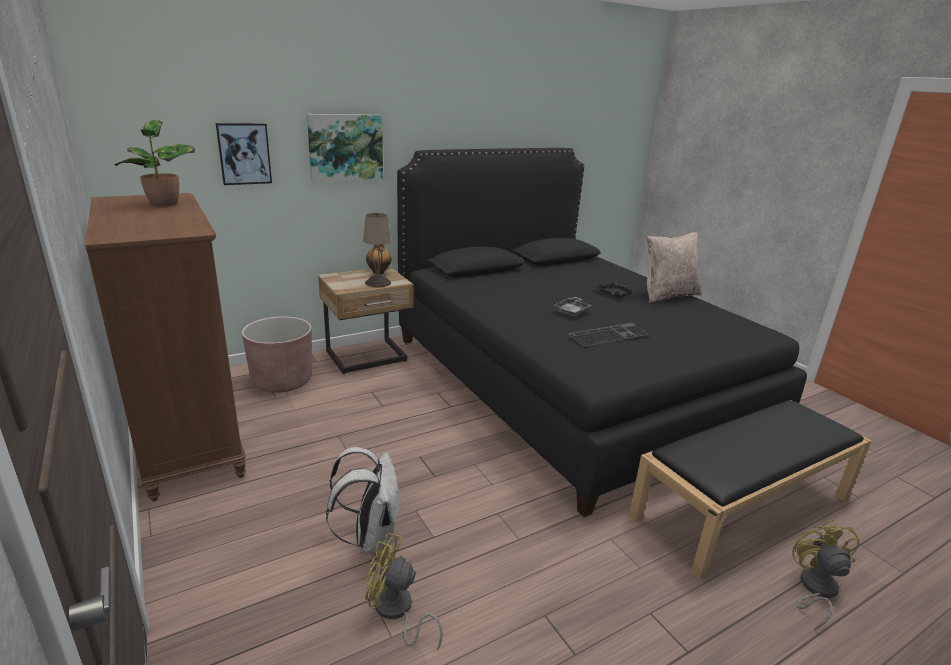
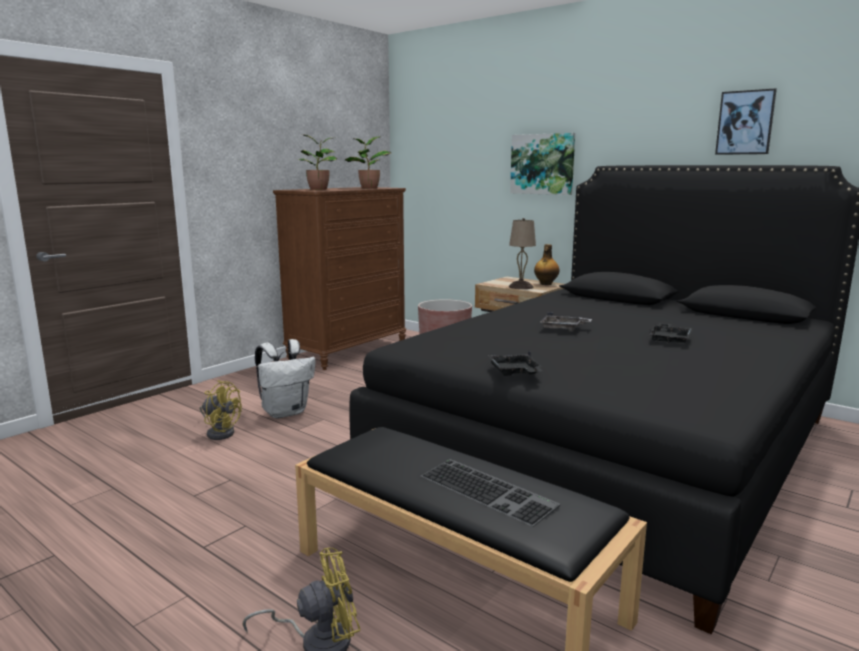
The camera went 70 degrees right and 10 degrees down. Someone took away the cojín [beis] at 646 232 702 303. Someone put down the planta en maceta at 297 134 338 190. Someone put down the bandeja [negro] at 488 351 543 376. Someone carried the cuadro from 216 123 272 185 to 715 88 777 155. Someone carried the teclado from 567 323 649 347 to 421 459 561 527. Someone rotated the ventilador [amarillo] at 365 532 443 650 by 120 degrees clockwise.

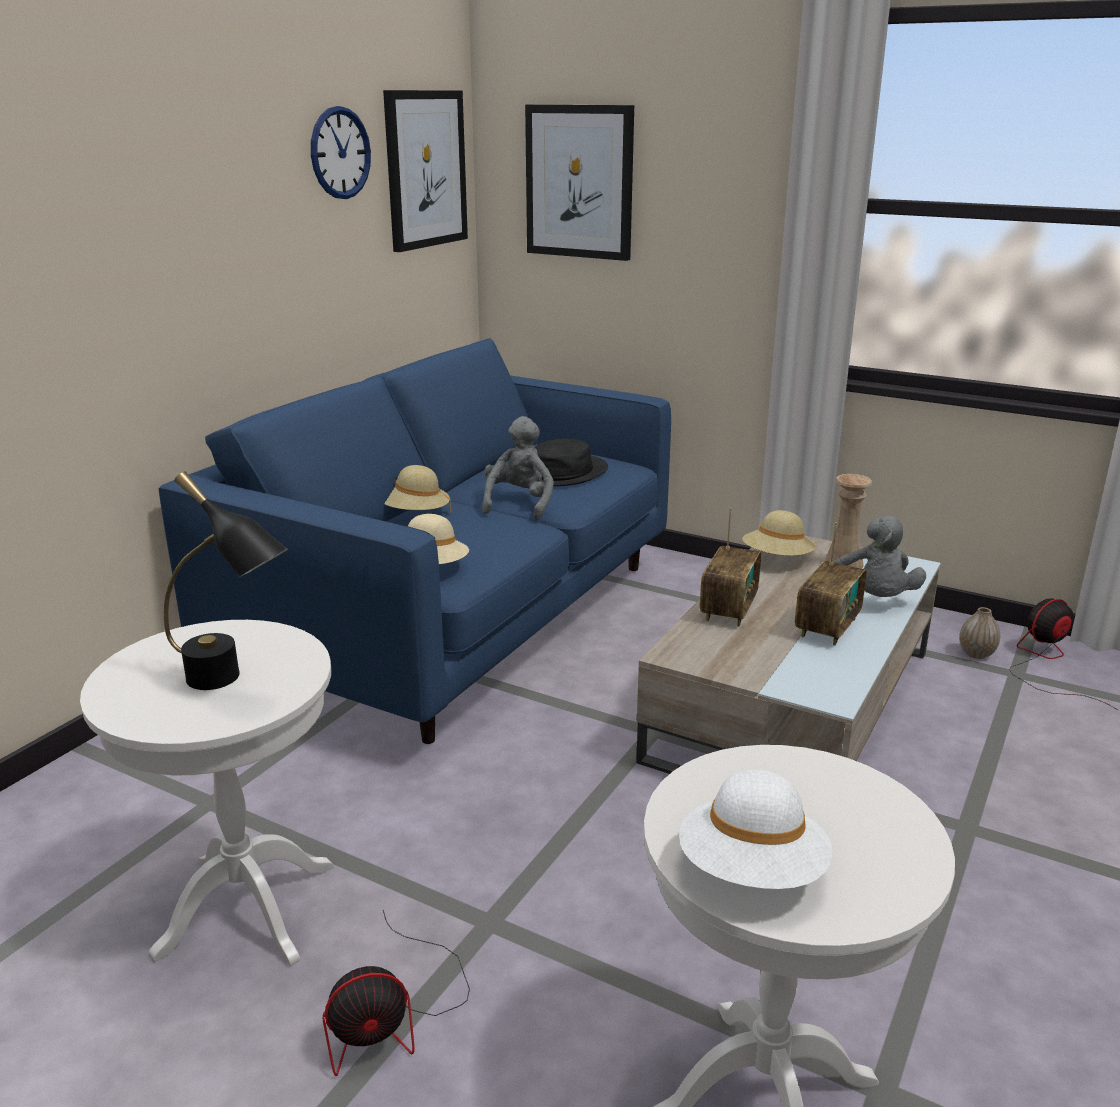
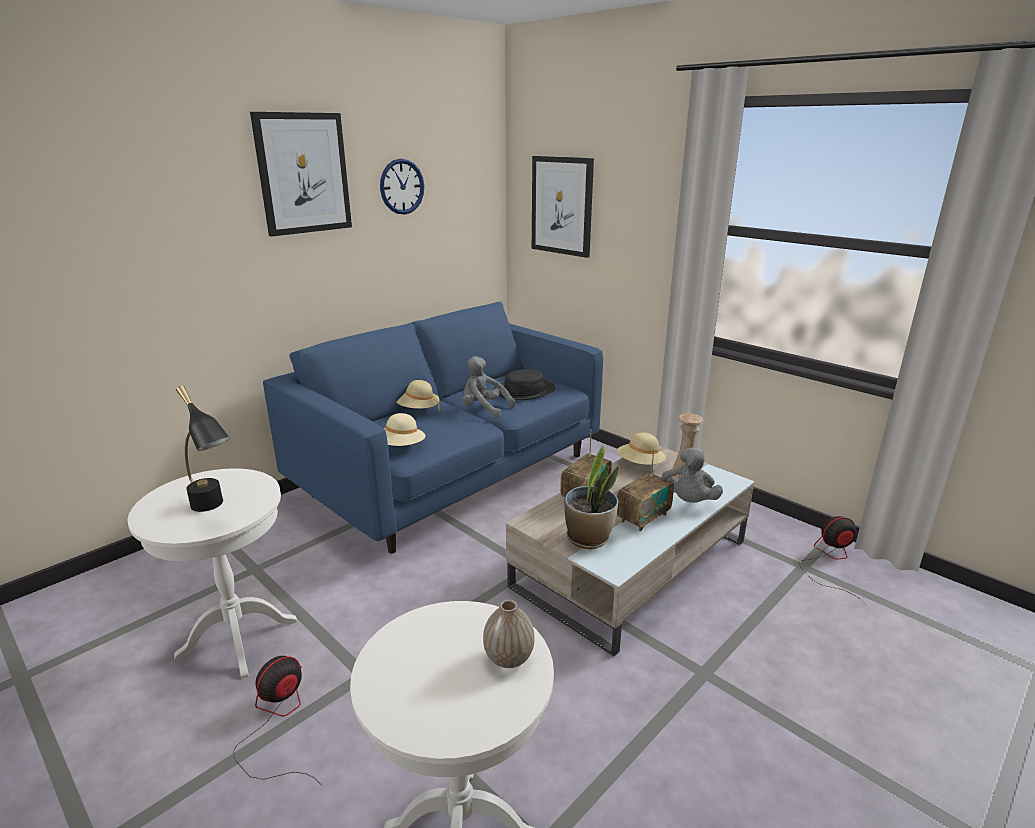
The camera went 15 degrees right and 0 degrees up. Someone took away the sombrero [blanco] at 679 770 832 889. Someone put down the planta en maceta at 565 443 619 549. Someone carried the cuadro from 383 90 468 252 to 250 112 352 237. Someone carried the florero from 959 607 1000 659 to 483 599 535 668. Someone rotated the ventilador at 323 910 470 1076 by 135 degrees clockwise. Someone rotated the peluche [gris] at 482 416 554 520 by 90 degrees counterclockwise.

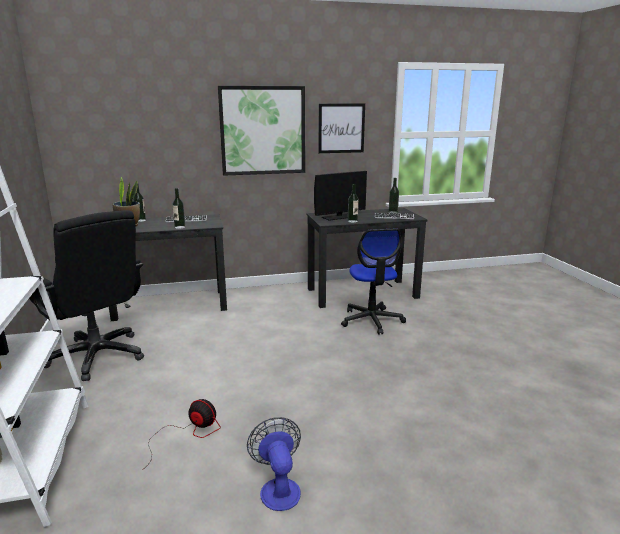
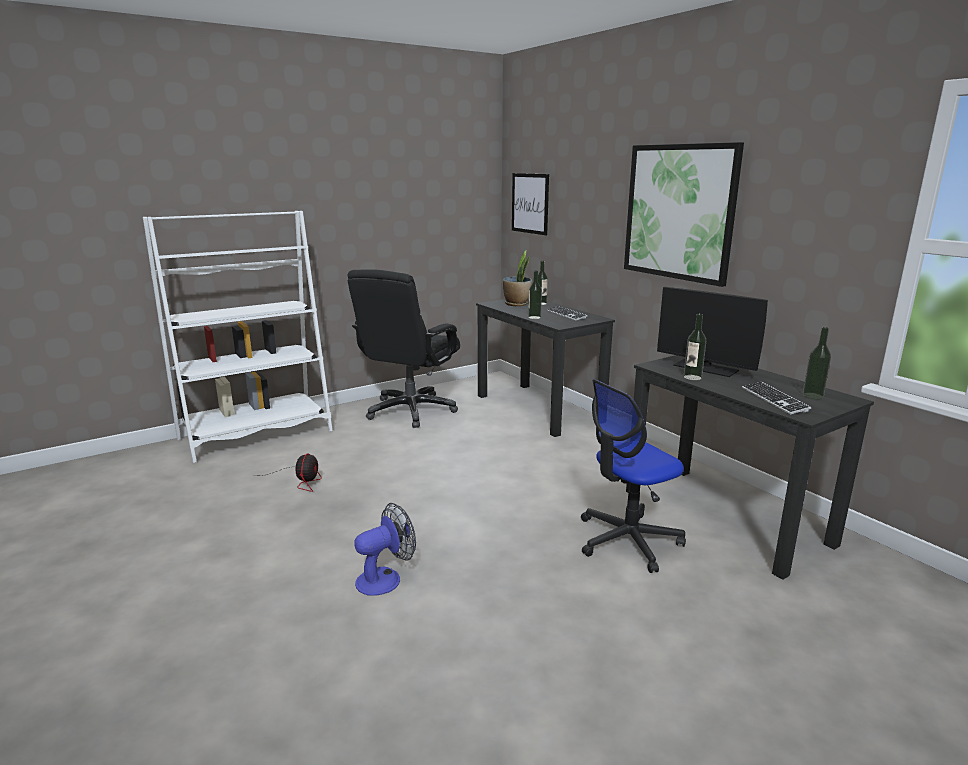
The camera went 70 degrees right and 0 degrees up. Someone carried the ventilador from 247 417 301 511 to 355 503 416 596. Someone carried the cuadro from 318 104 365 153 to 512 173 549 235.

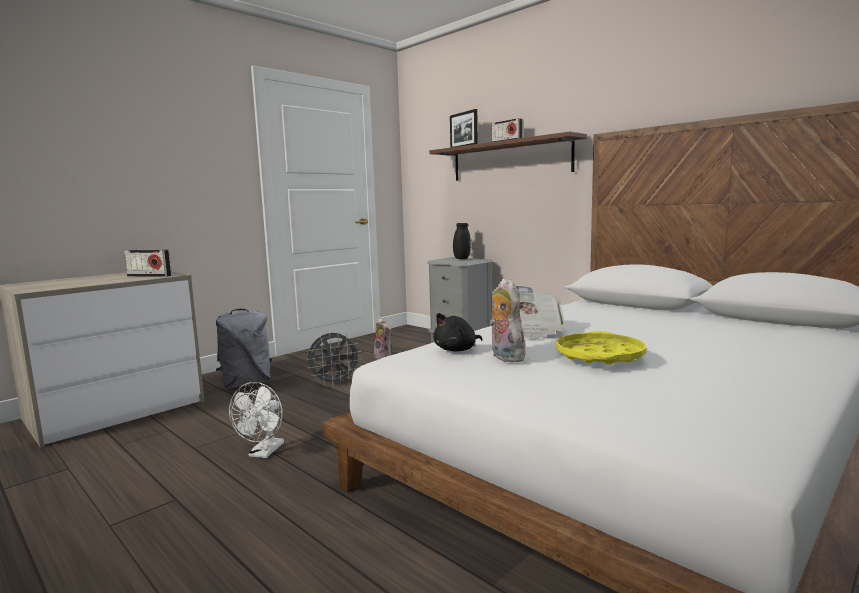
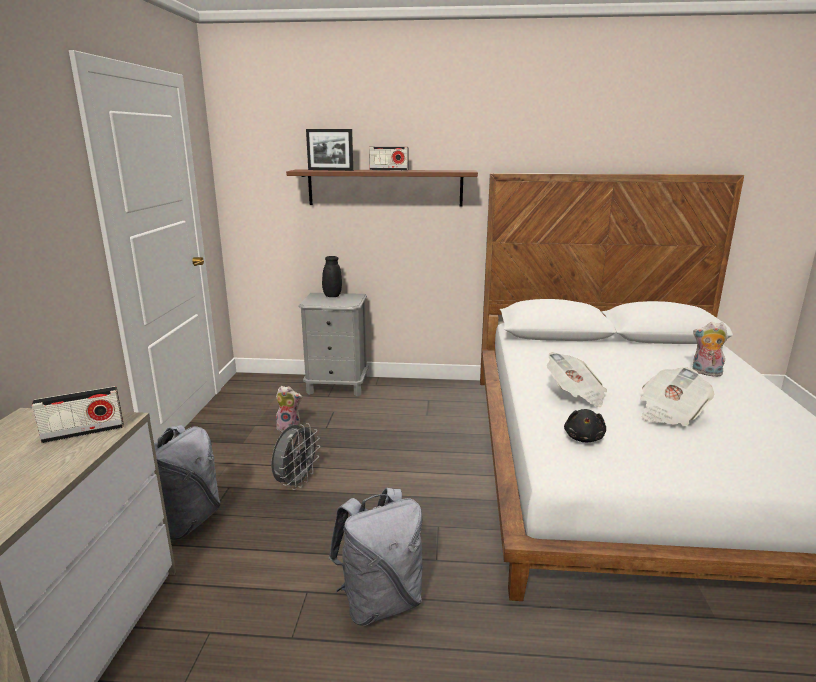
The camera went 40 degrees left and 10 degrees up. Someone carried the peluche from 489 279 525 362 to 692 322 728 377. Someone swapped the ventilador [blanco] at 229 382 284 458 for the mochila [gris] at 329 488 423 626. Someone swapped the bandeja [amarillo] at 556 331 647 365 for the periódico at 640 367 714 426.

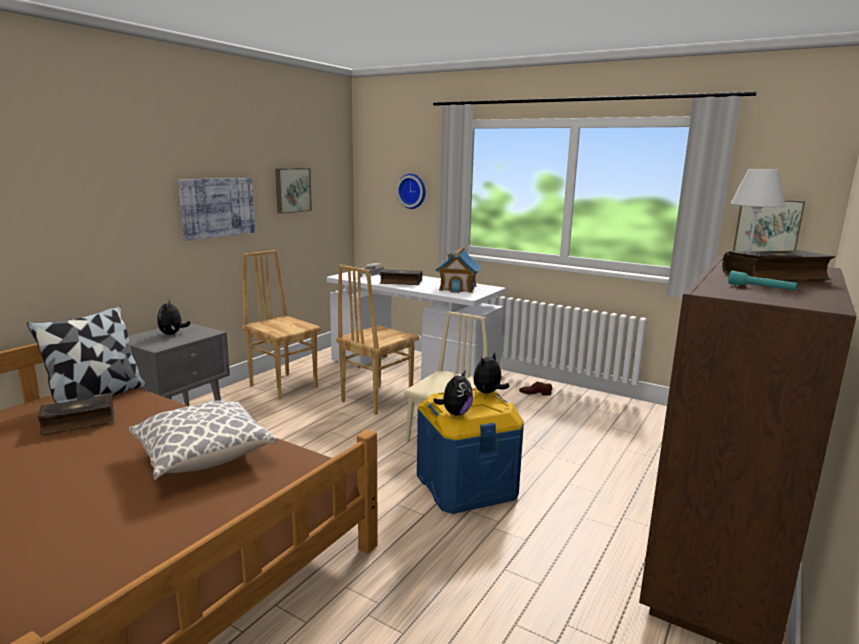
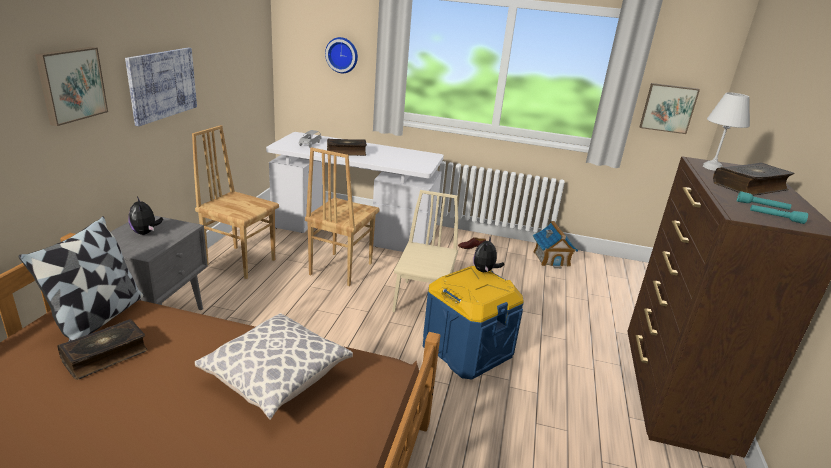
The camera went 20 degrees left and 10 degrees up. Someone took away the peluche at 433 370 473 416. Someone put down the linterna [turquesa] at 750 205 808 224. Someone carried the cuadro from 275 168 312 214 to 35 47 108 126. Someone carried the casita from 436 247 481 293 to 533 221 578 268.

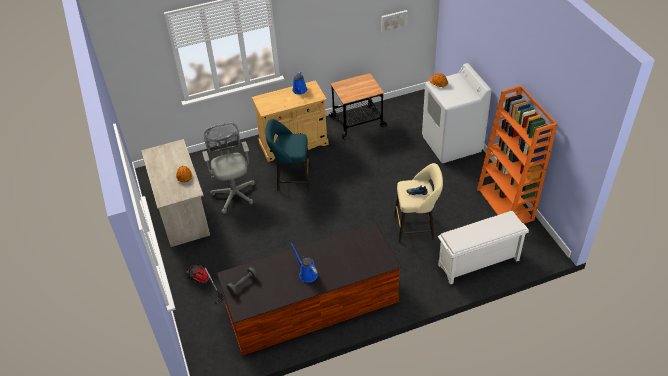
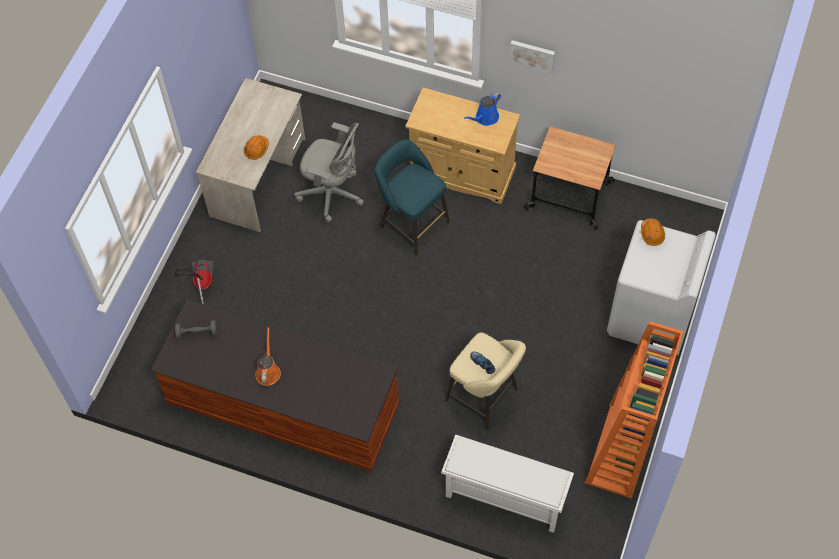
The camera went 40 degrees right and 15 degrees up. Someone carried the cuadro from 381 10 408 33 to 509 40 555 74. Someone repainted the regadera [azul] at 291 243 318 283, which became the regadera [naranja] at 255 327 281 386. Someone rotated the silla de oficina [gris] at 202 123 255 214 by 90 degrees clockwise.

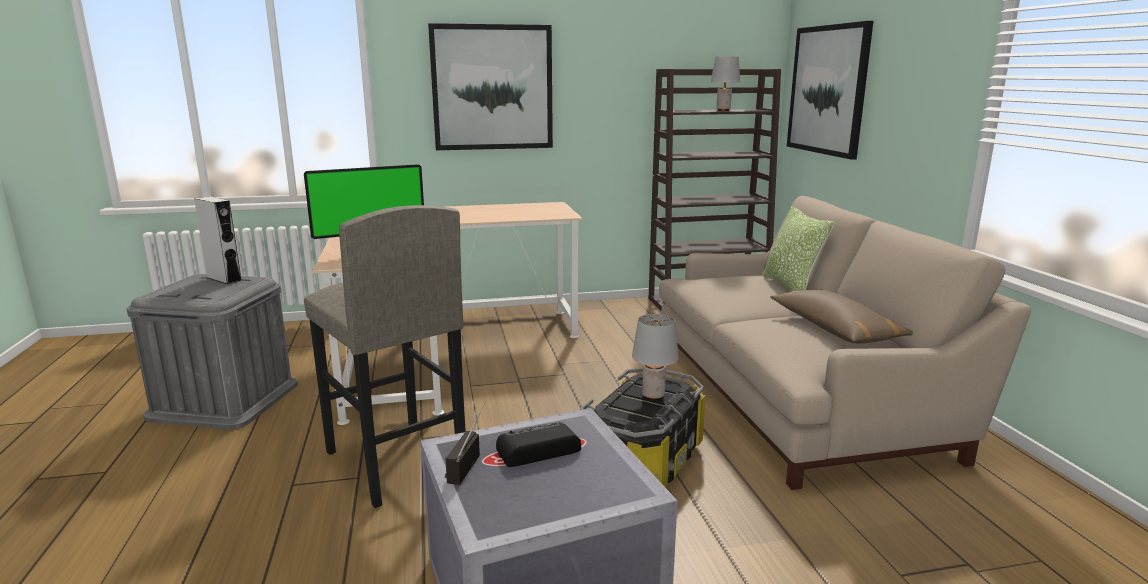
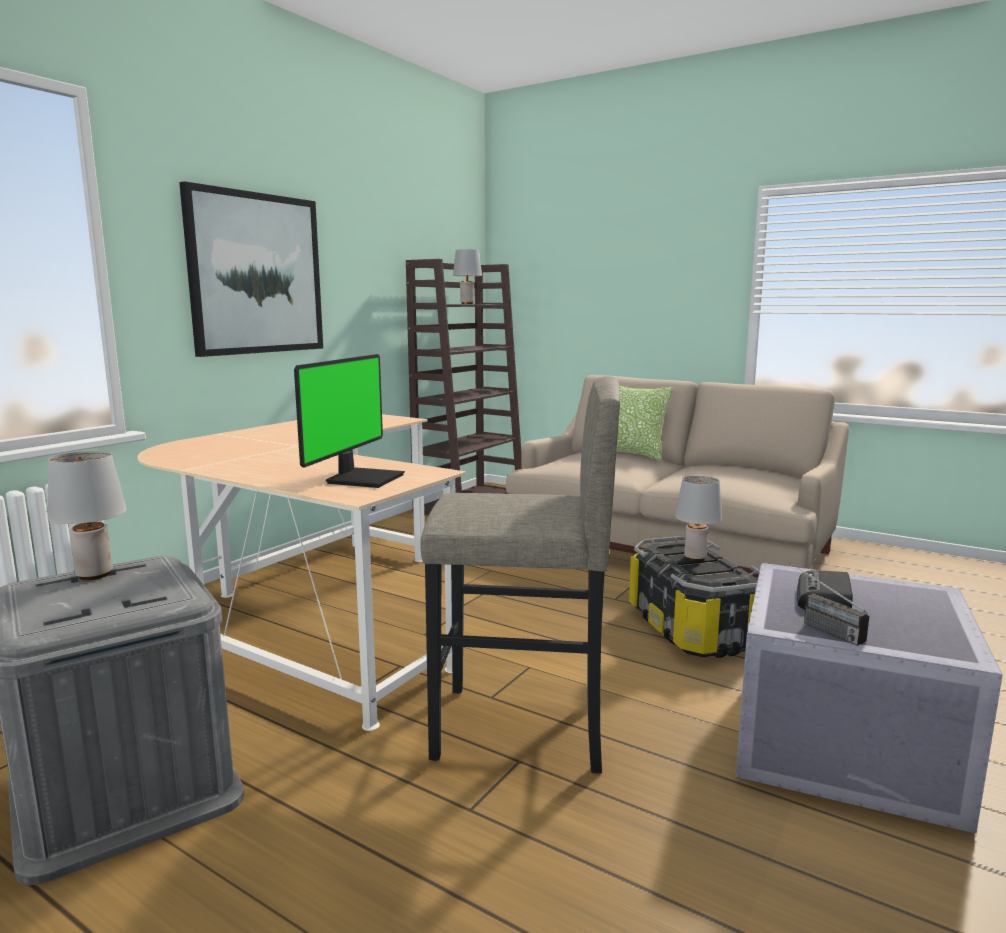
The camera went 45 degrees left and 5 degrees down. Someone took away the cojín [marrón] at 770 289 913 343. Someone took away the cuadro at 787 21 873 160. Someone swapped the altavoz [gris] at 194 196 242 284 for the lámpara de mesa [gris] at 48 451 127 580.

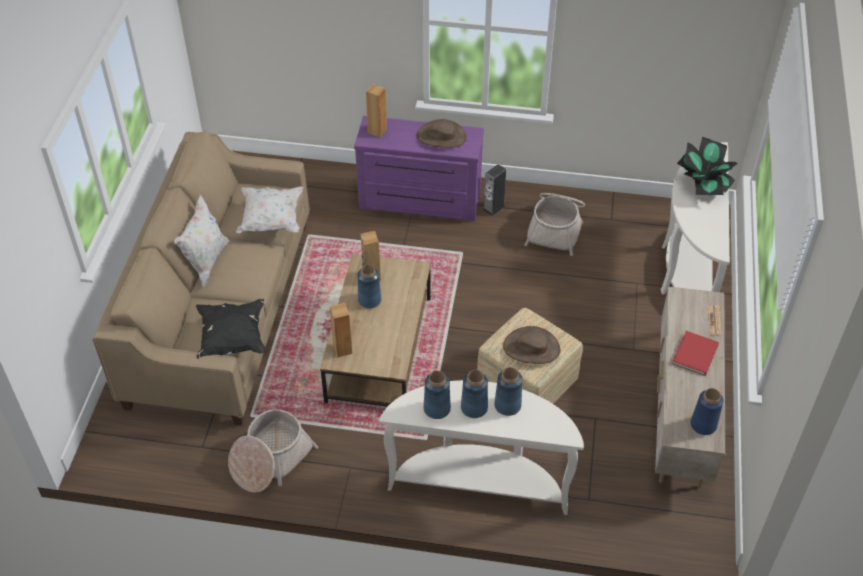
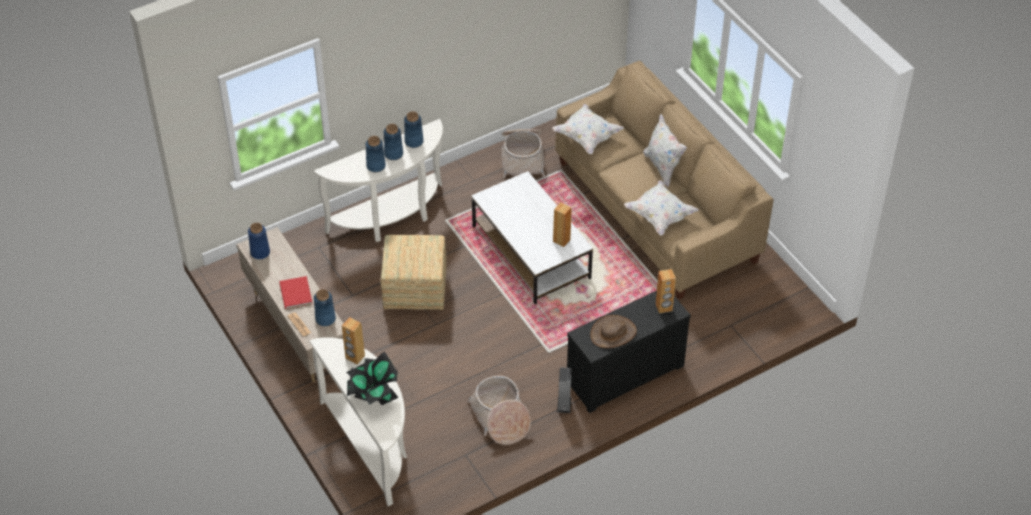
The camera went 140 degrees right and 0 degrees up. Someone took away the sombrero [marrón] at 503 326 560 364. Someone carried the altavoz [marrón] from 330 303 352 357 to 342 317 365 365. Someone carried the florero [azul] from 357 265 381 308 to 314 289 336 326. Someone repainted the cojín [negro] at 196 299 265 359, which became the cojín [blanco] at 552 104 624 154. Someone repainted the mesa de centro [marrón] at 320 253 431 407, which became the mesa de centro [blanco] at 471 171 593 304. Someone repainted the cómoda [morado] at 354 116 484 222, which became the cómoda [negro] at 567 291 691 413.

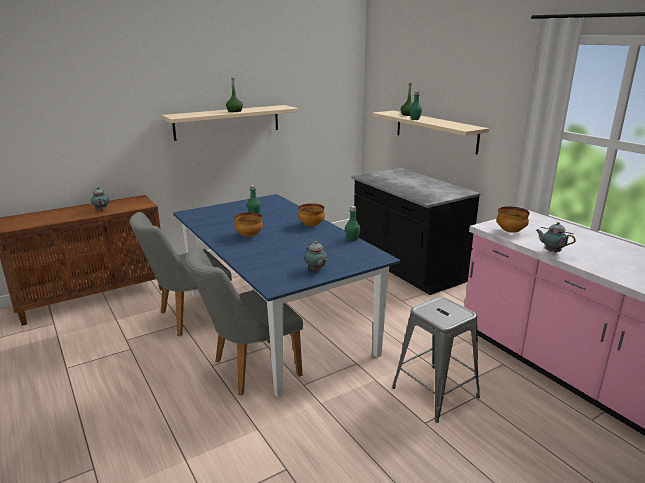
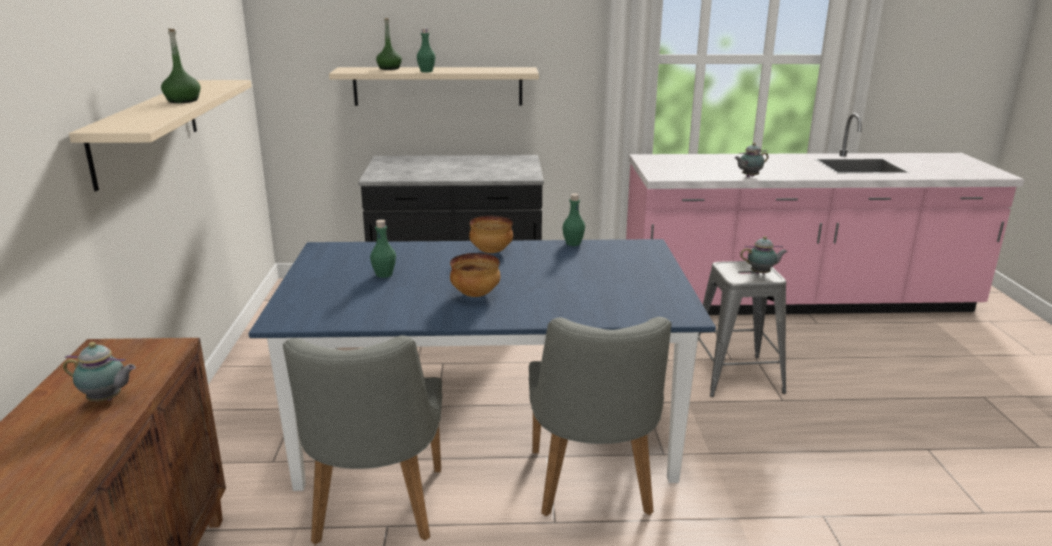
The camera went 60 degrees left and 0 degrees up. Someone took away the cuenco at 496 207 530 233. Someone carried the tetera from 305 241 327 271 to 740 236 788 274.

